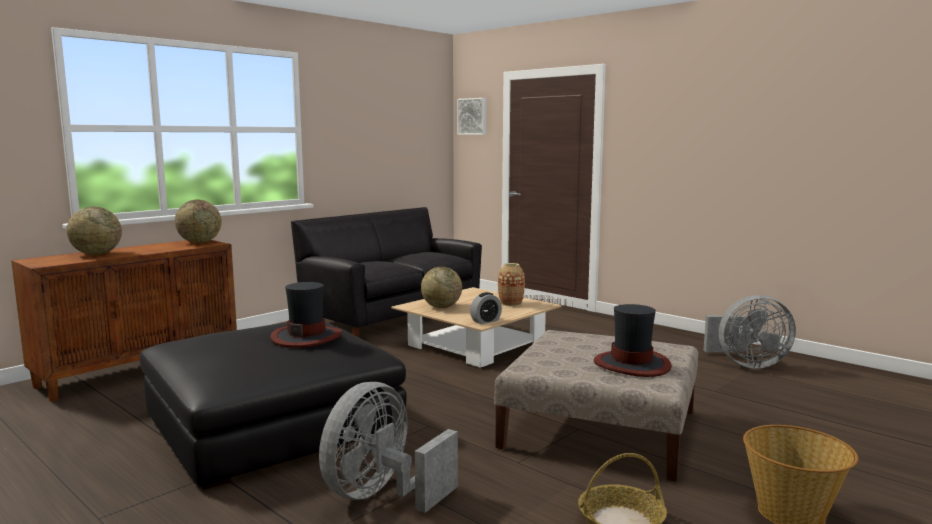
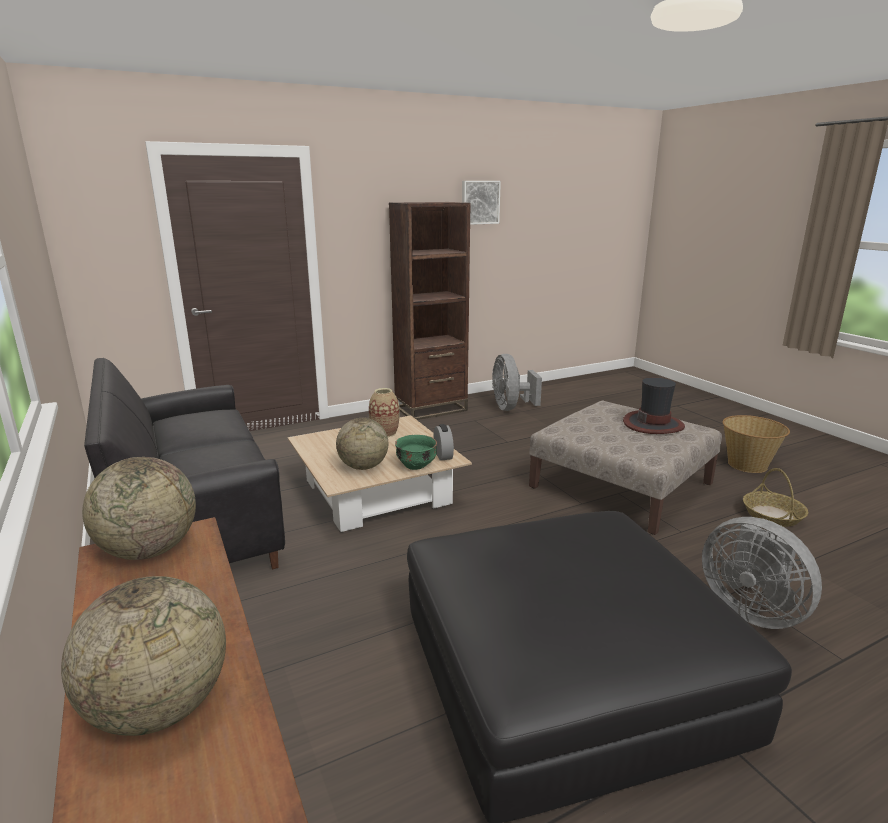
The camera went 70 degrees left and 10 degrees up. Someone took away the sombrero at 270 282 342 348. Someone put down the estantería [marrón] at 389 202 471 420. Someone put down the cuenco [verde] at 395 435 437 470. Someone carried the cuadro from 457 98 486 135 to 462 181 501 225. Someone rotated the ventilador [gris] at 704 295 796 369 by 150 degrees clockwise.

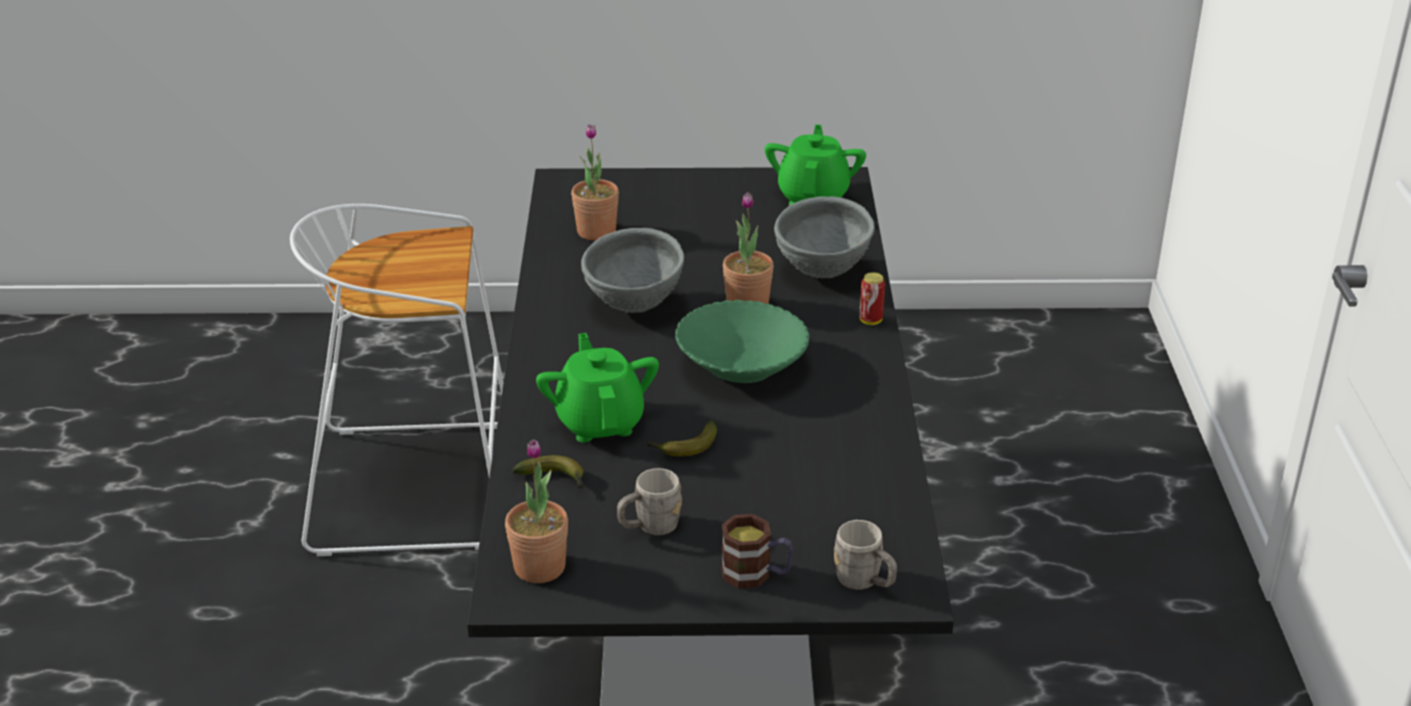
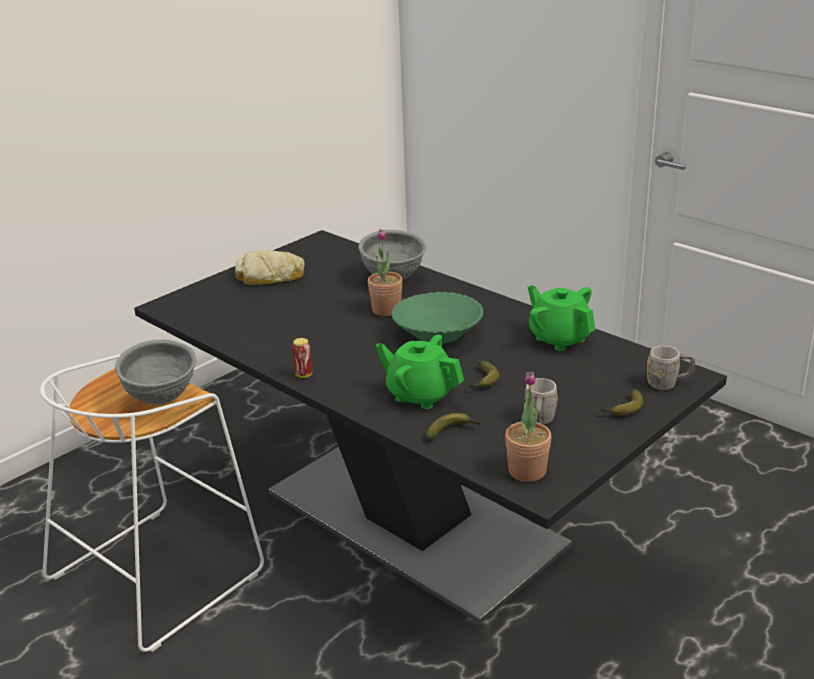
The camera went 45 degrees left and 5 degrees down. Someone took away the planta en maceta at 571 124 619 241. Someone put down the pan at 235 250 305 285. Someone carried the cuenco [gris] from 581 228 684 313 to 115 339 196 405. Someone carried the tetera [verde] from 765 125 866 205 to 528 285 595 351. Someone carried the lata from 859 272 885 325 to 292 338 312 378. Someone swapped the taza grande at 721 514 793 589 for the plátano at 600 388 643 415.

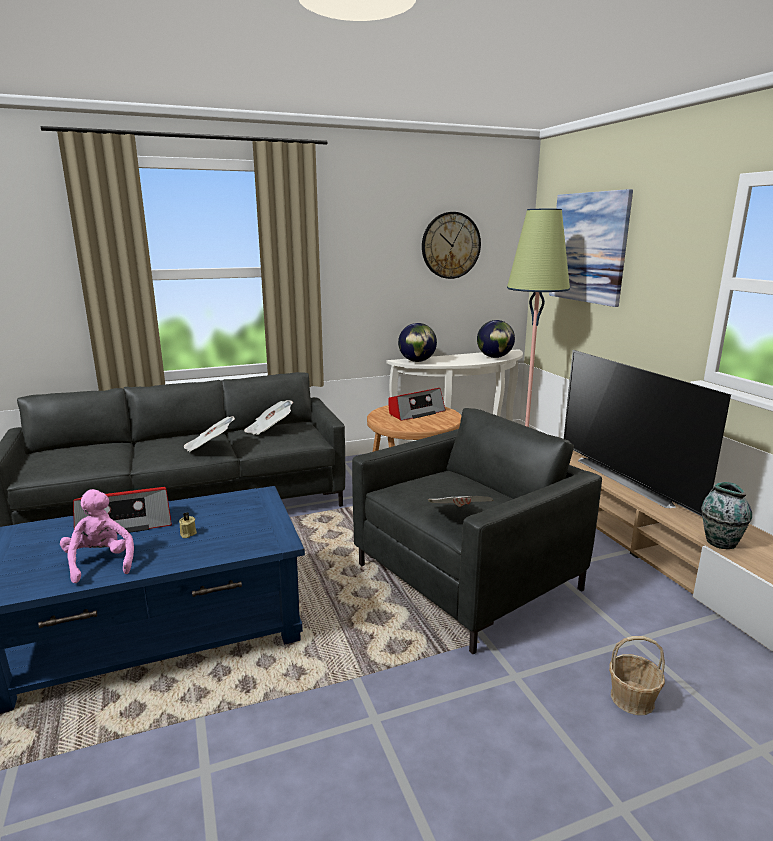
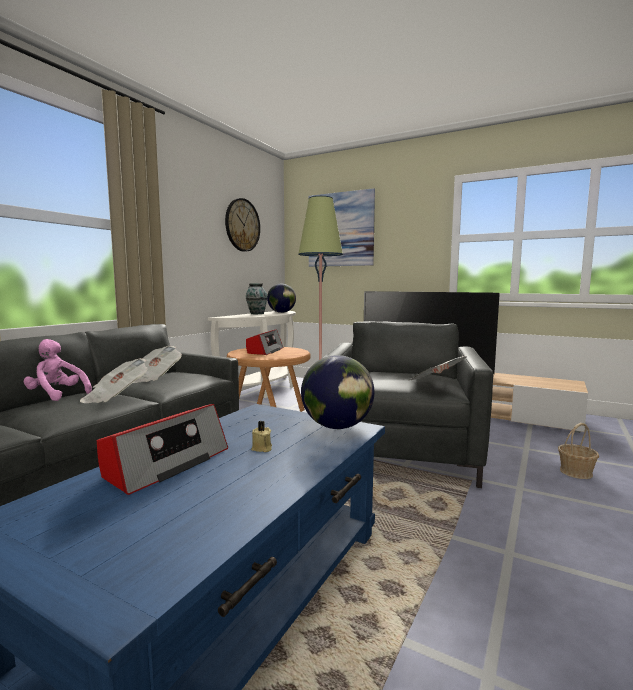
The camera went 40 degrees left and 10 degrees down. Someone carried the peluche [rosa] from 60 489 134 583 to 24 339 92 401. Someone carried the globo terráqueo from 398 323 437 362 to 301 355 374 429. Someone carried the florero from 701 482 752 549 to 246 284 268 315.

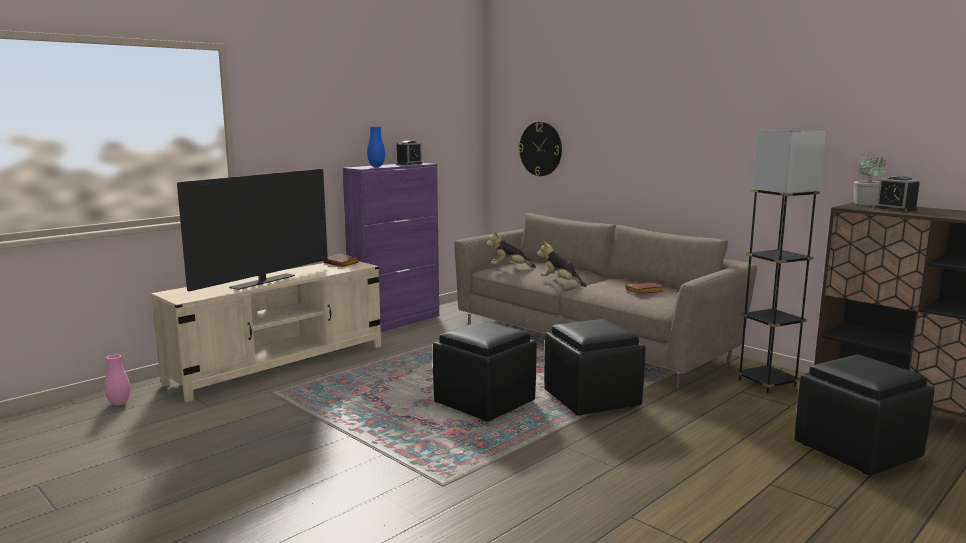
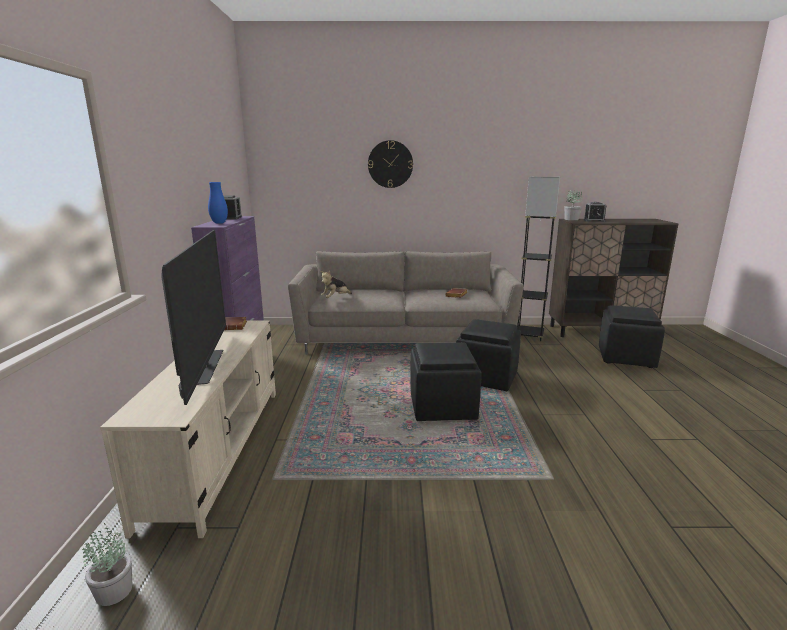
The camera went 45 degrees left and 5 degrees up. Someone took away the peluche at 537 241 587 287. Someone carried the reloj de pared from 518 122 562 176 to 368 140 413 188. Someone swapped the florero [rosa] at 104 354 130 406 for the planta en maceta at 83 524 132 606.

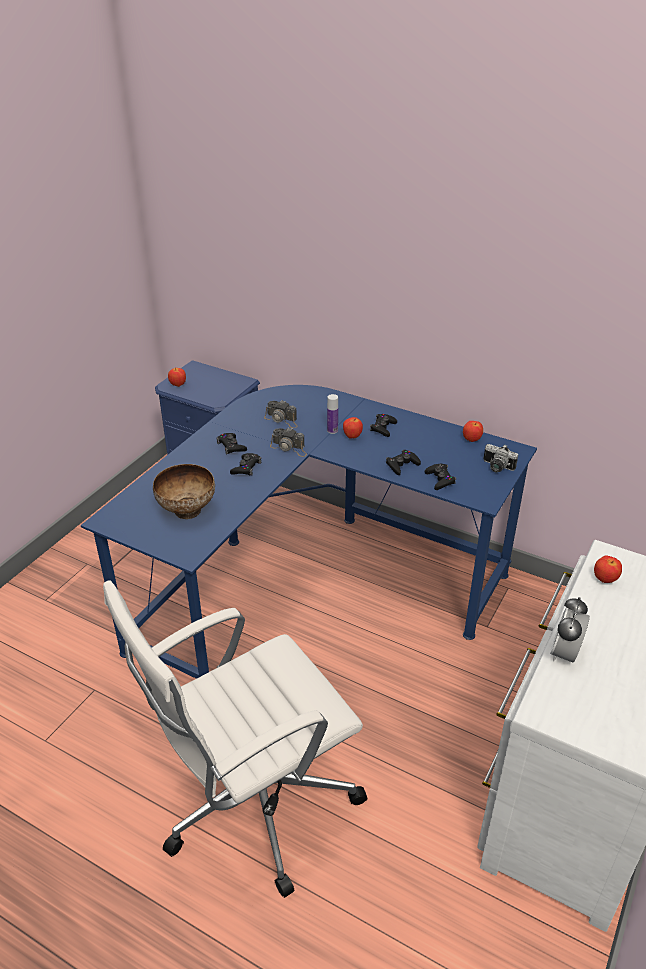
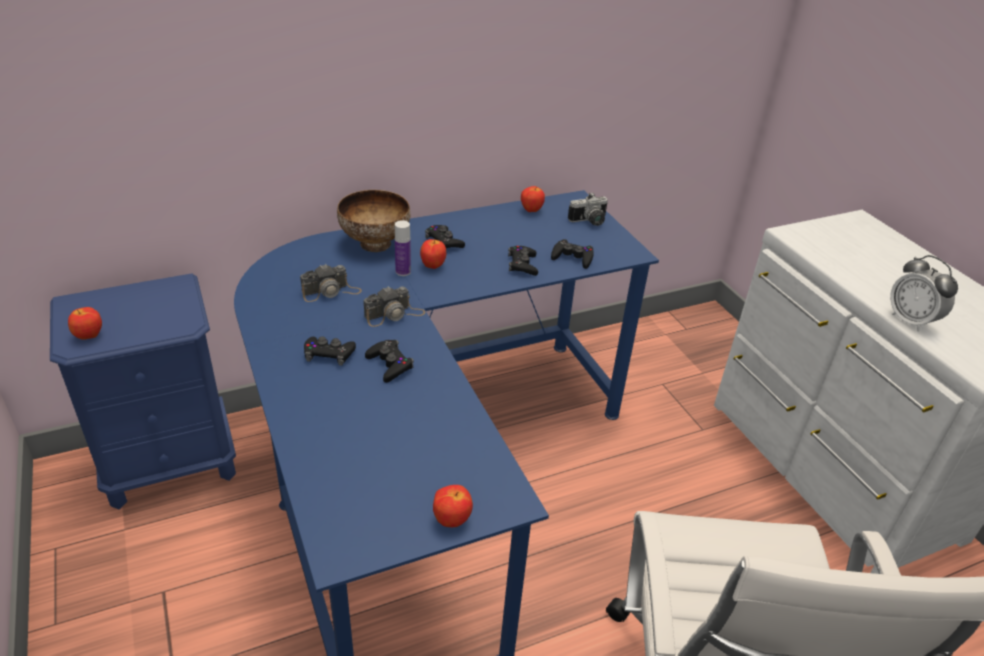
The camera went 55 degrees left and 0 degrees up. Someone carried the cuenco from 153 464 215 519 to 337 190 410 252. Someone carried the manzana from 594 556 622 583 to 433 485 473 527.

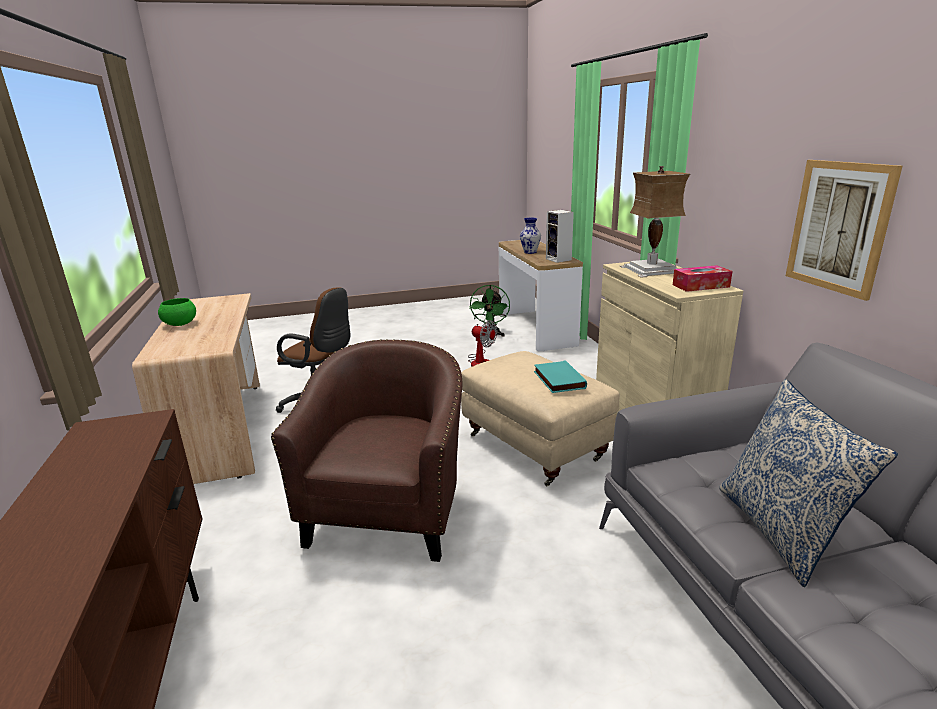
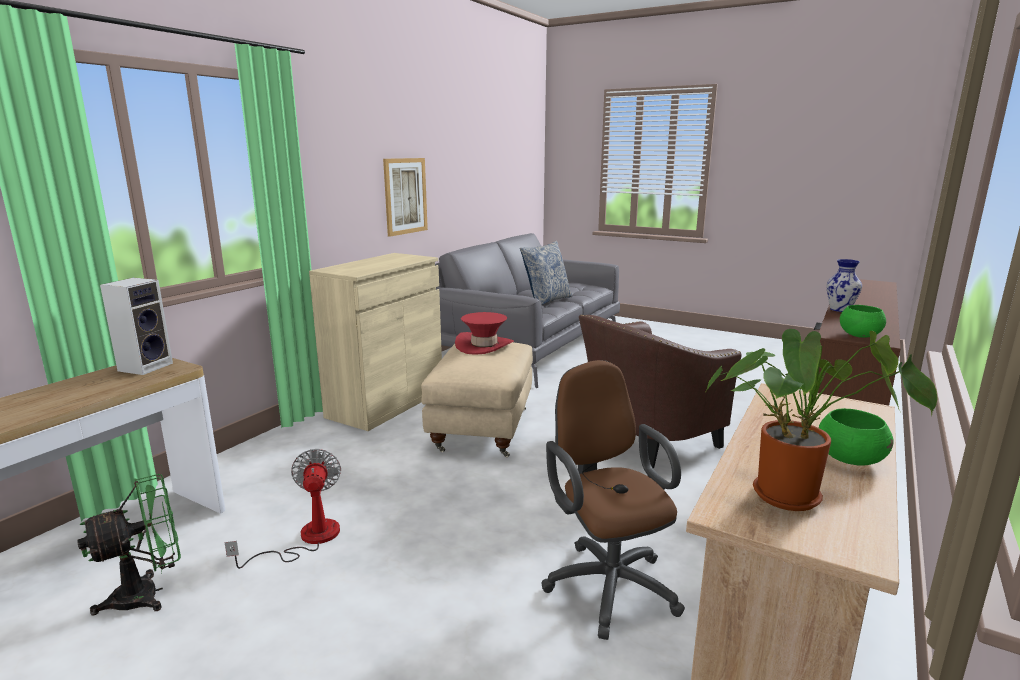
The camera went 135 degrees left and 5 degrees down. Someone took away the lámpara de mesa at 620 166 690 278. Someone took away the caja de pañuelos at 673 265 733 292. Someone put down the planta en maceta at 706 329 938 511. Someone put down the cuenco [verde] at 840 305 886 338. Someone carried the florero from 520 218 541 254 to 826 259 862 312. Someone swapped the libro [turquesa] at 534 360 587 393 for the sombrero [rojo] at 455 312 514 355.

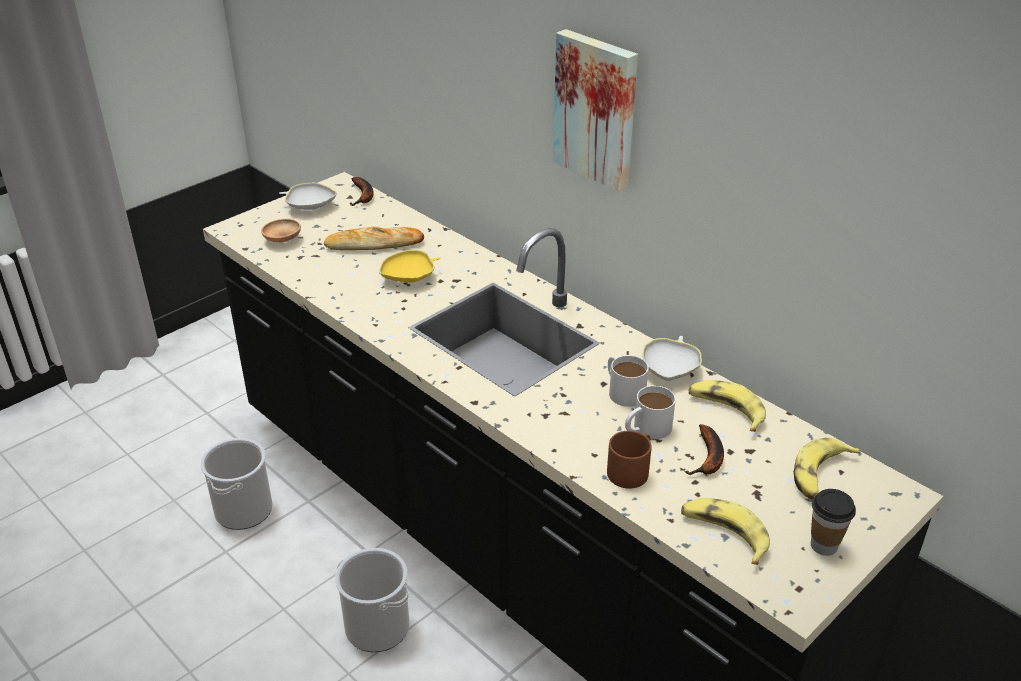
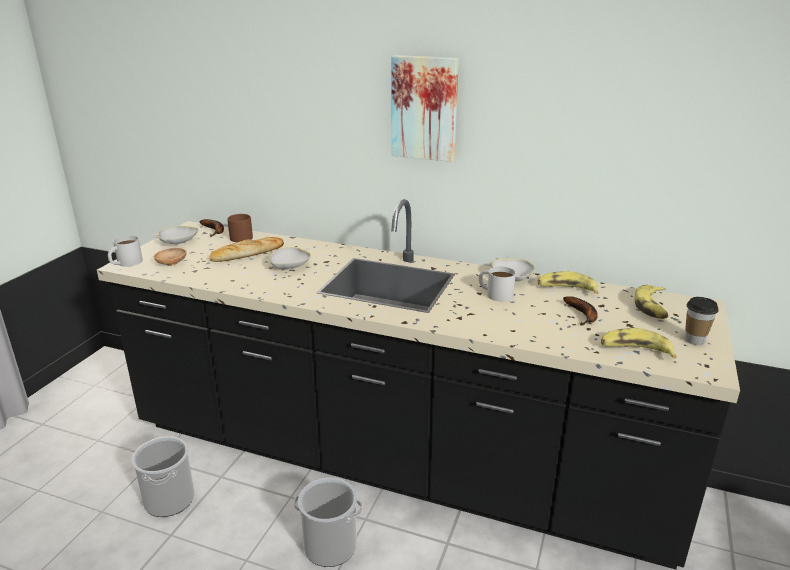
The camera went 25 degrees left and 10 degrees down. Someone carried the taza grande [marrón] from 607 431 652 489 to 227 214 253 242. Someone carried the taza grande [blanco] from 625 386 676 439 to 108 235 143 267. Someone repainted the cuenco [amarillo] at 379 250 440 283, which became the cuenco [blanco] at 269 247 311 270.

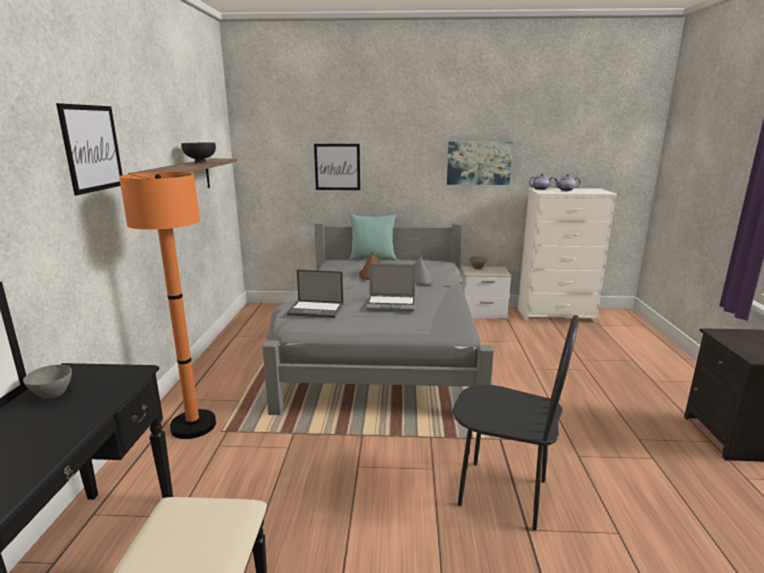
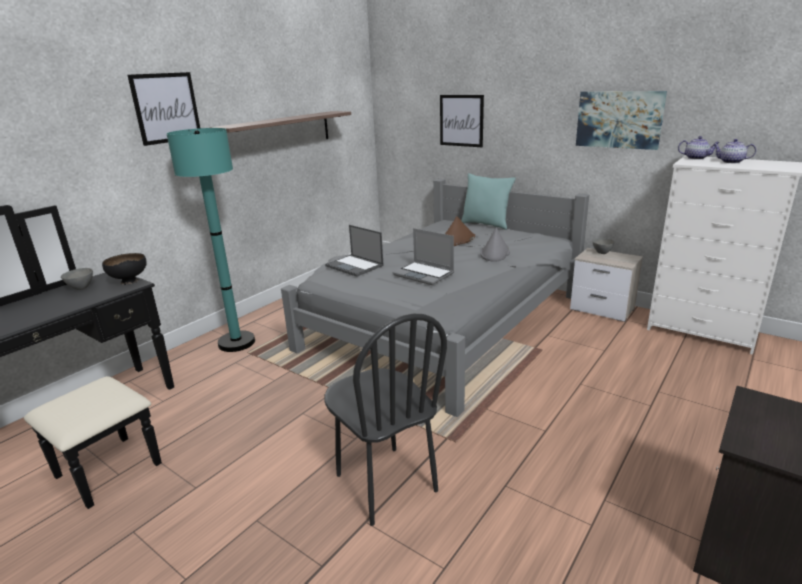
The camera went 35 degrees right and 5 degrees up. Someone carried the cuenco [negro] from 181 142 216 164 to 102 253 147 285. Someone repainted the lámpara de pie [naranja] at 119 172 216 439, which became the lámpara de pie [turquesa] at 166 128 255 352.

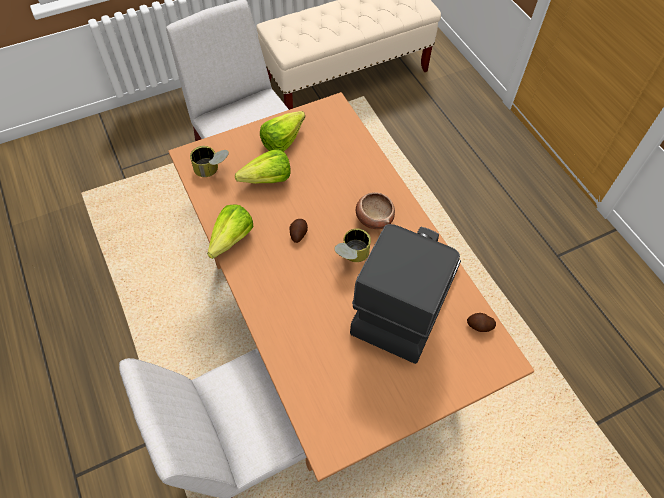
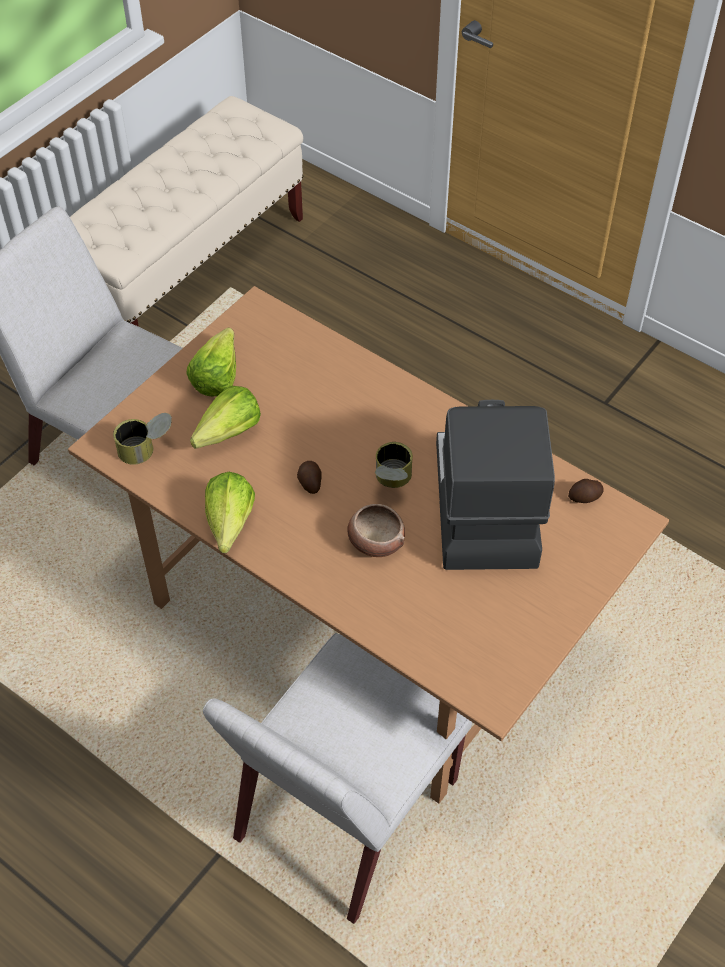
The camera went 25 degrees left and 5 degrees down. Someone carried the cuenco from 356 192 395 230 to 348 504 405 557.

